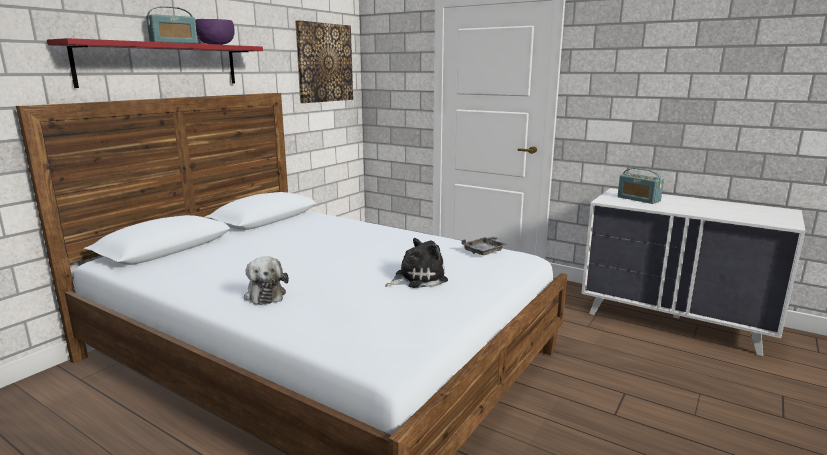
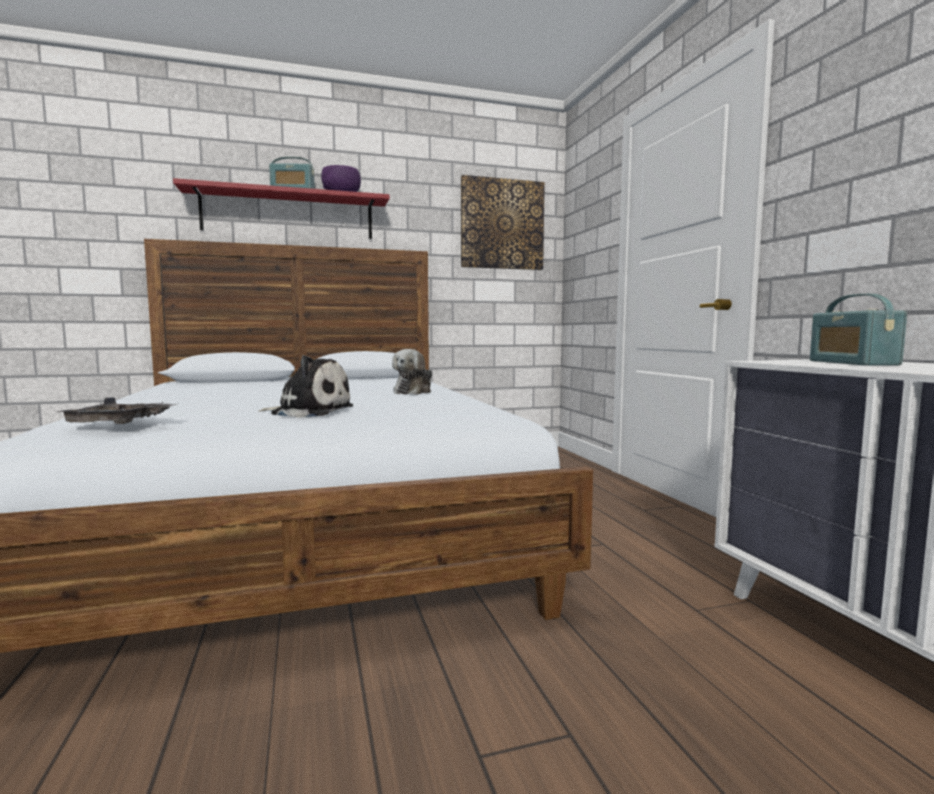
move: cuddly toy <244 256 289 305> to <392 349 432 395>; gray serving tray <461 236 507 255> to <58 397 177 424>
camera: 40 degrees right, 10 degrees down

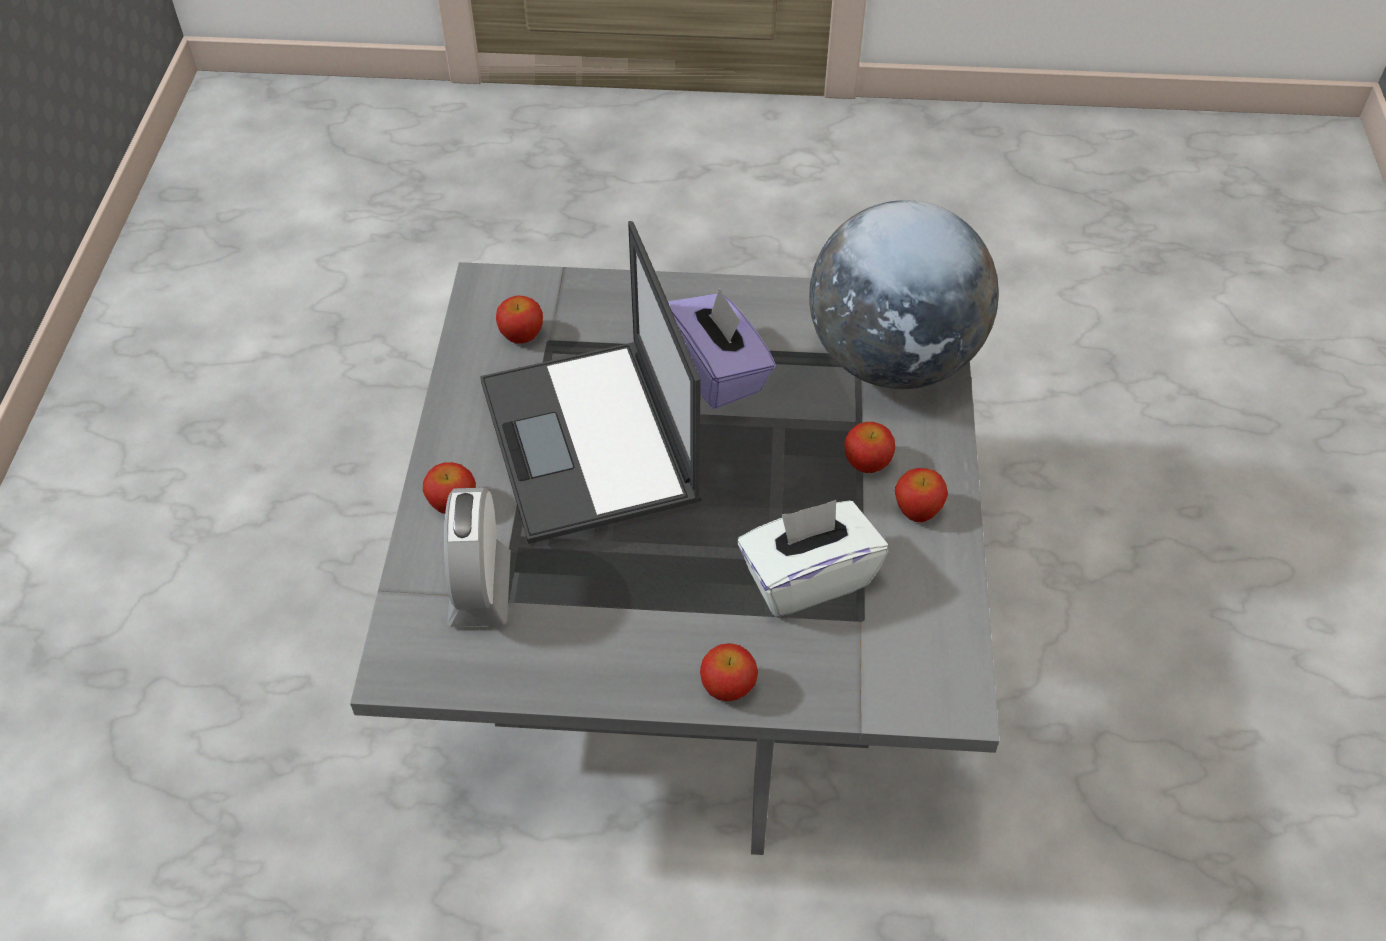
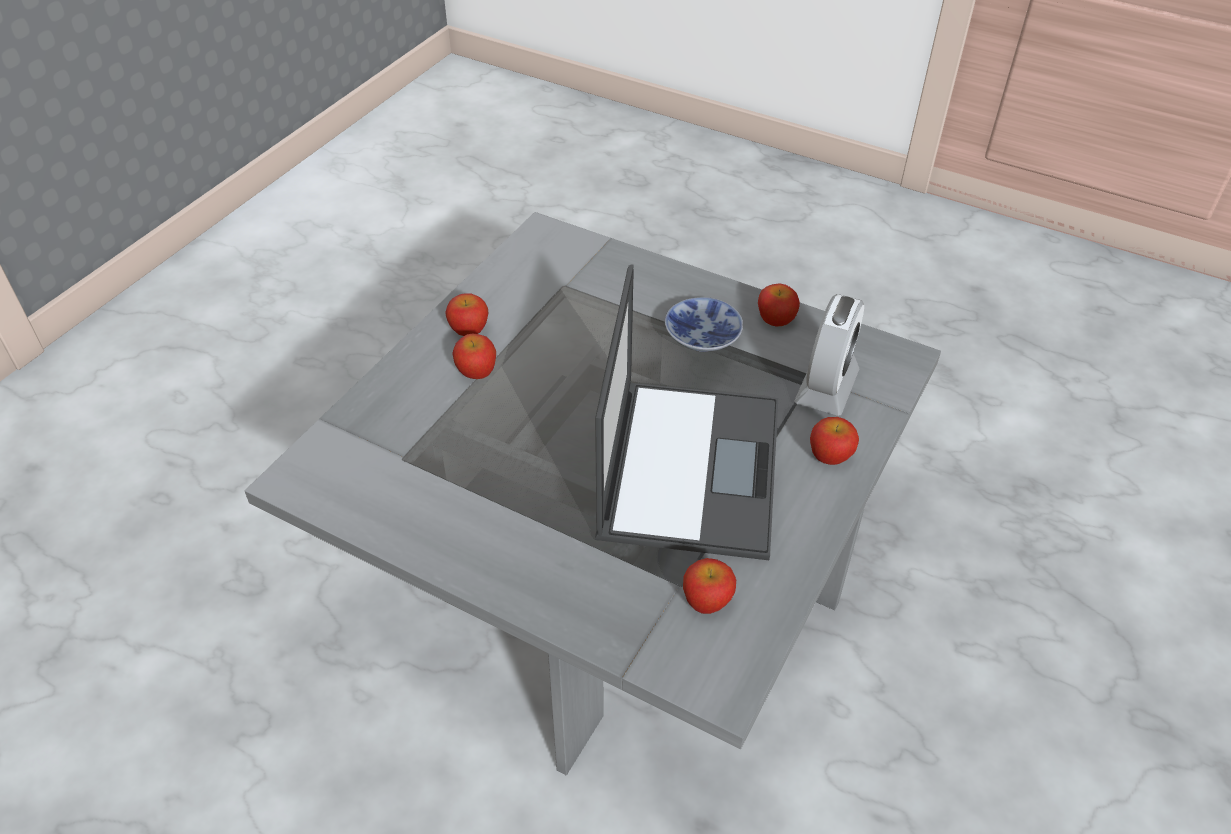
delete: purplish box of tissues <668 288 776 409>; white box of tissues <737 500 888 617>; desk globe <809 200 999 389>
insert: bowl <665 297 743 352>
move: apple fruit <700 643 758 701> to <758 283 800 327>
camera: 155 degrees left, 5 degrees down

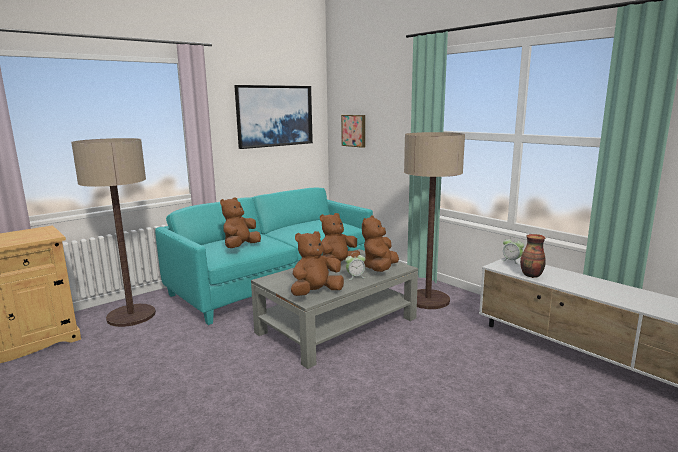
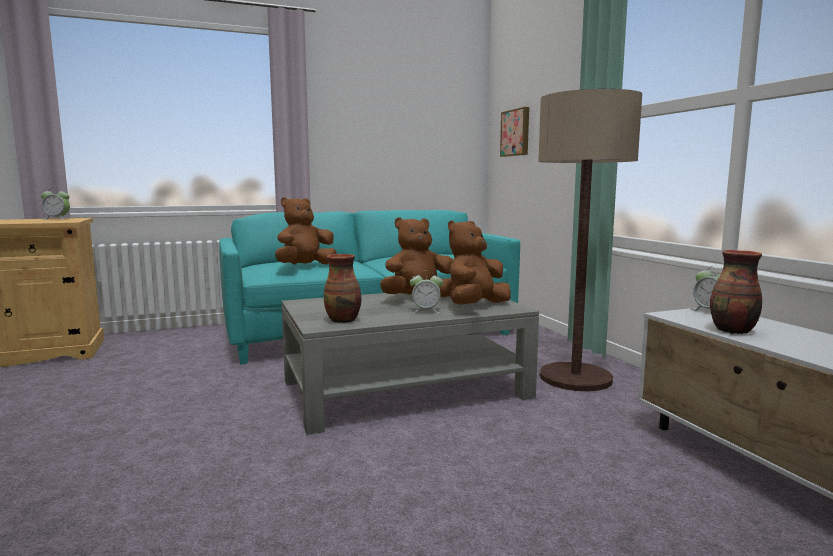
delete: floor lamp <71 138 156 327>; picture <234 85 313 149>
insert: alarm clock <41 187 70 220>
replace: brownish cuddly toy <291 231 344 296> to vase <324 254 362 323>
camera: 20 degrees right, 5 degrees down

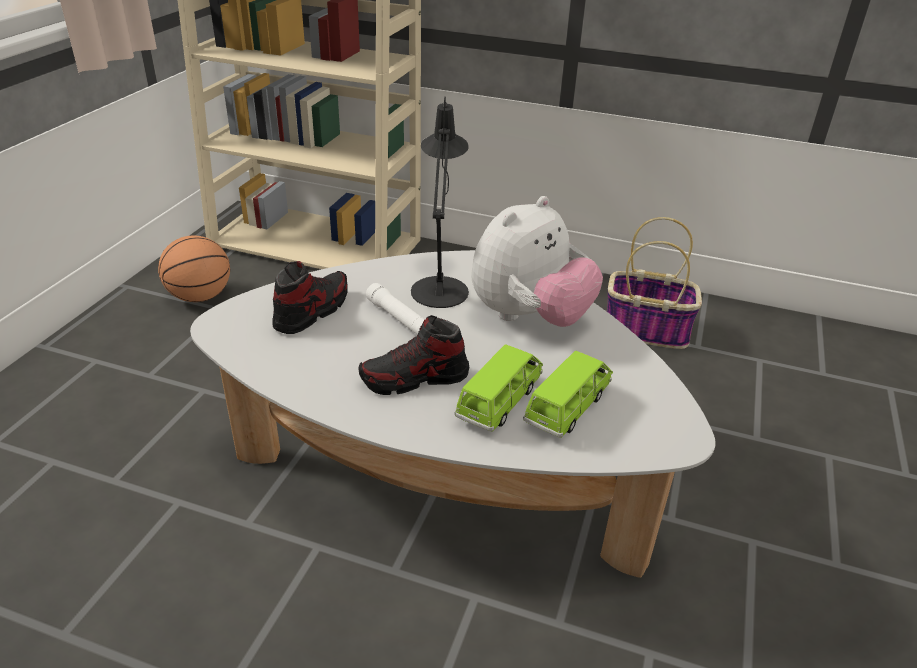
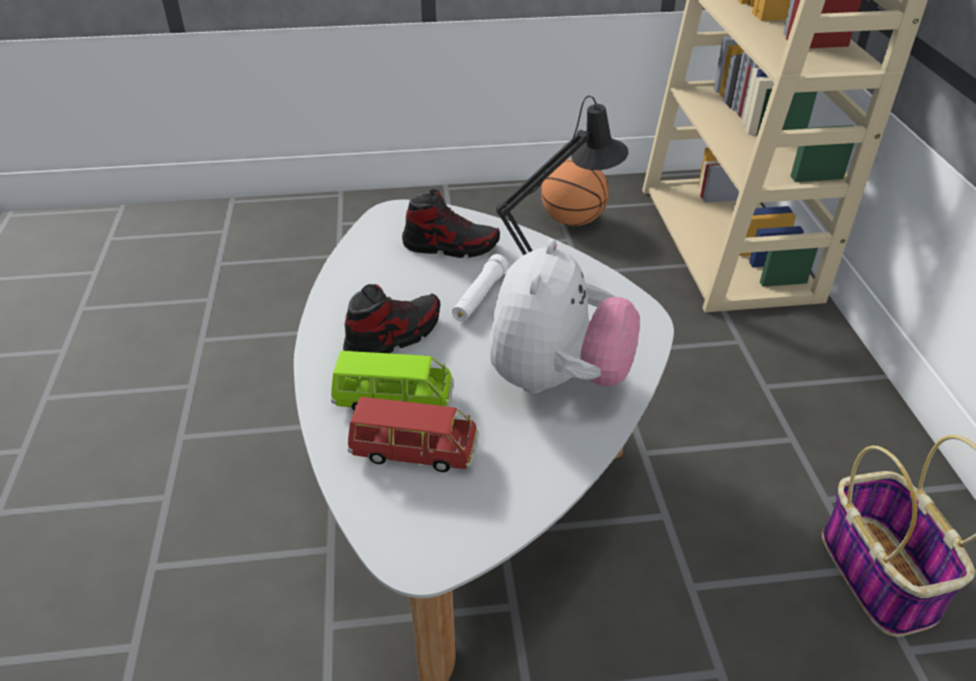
recolor: greenish model car <523 351 613 438> to red model car <347 397 479 472>
rotate: low shoe <358 315 469 395> = <343 284 440 354> 90 degrees clockwise; cuddly toy <471 196 603 327> = <489 239 640 393> 90 degrees counterclockwise
camera: 65 degrees right, 5 degrees up

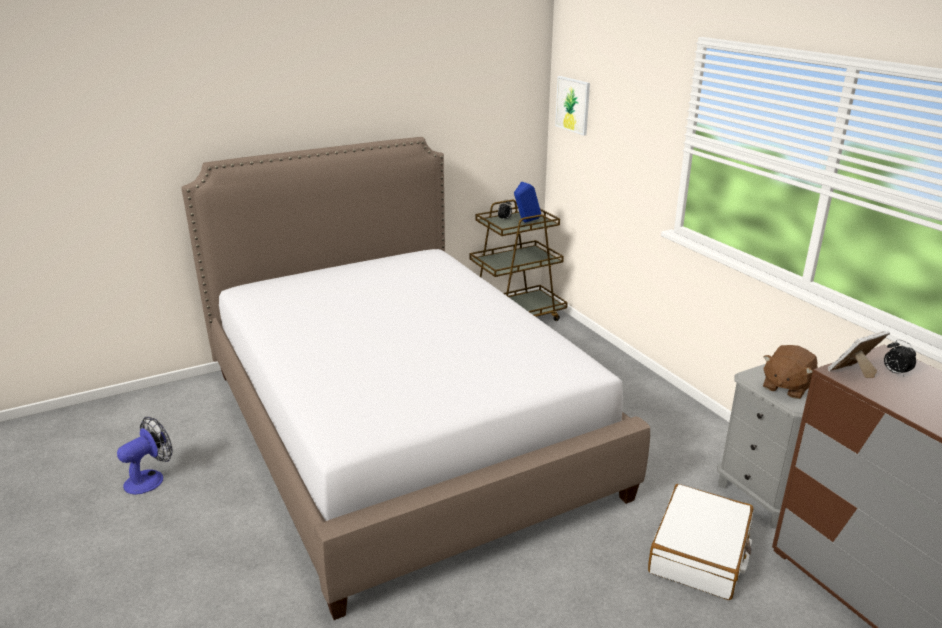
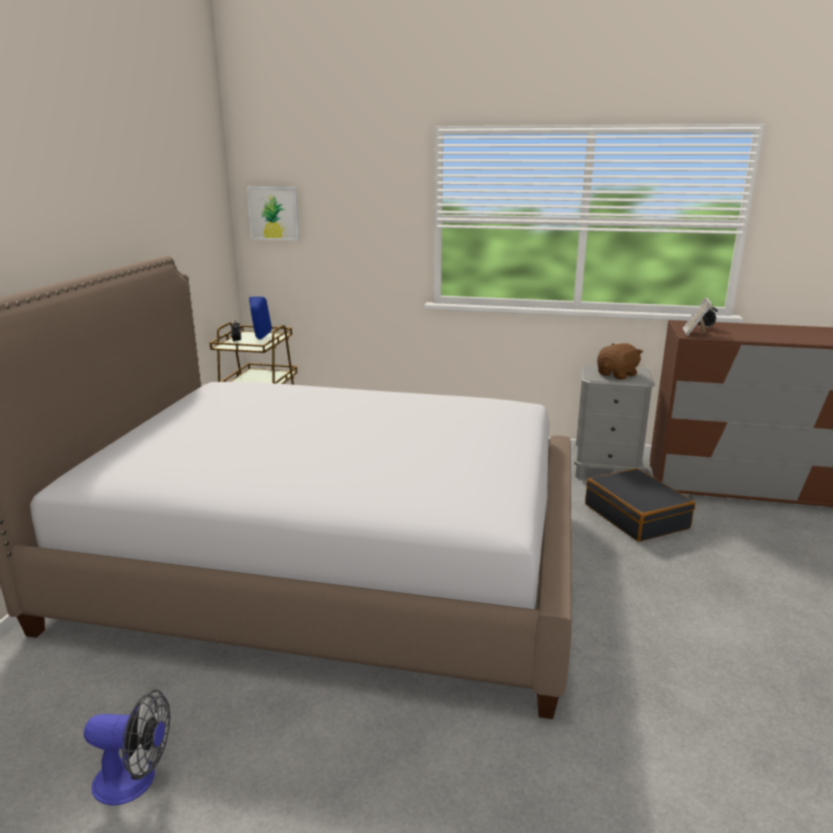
recolor: white travel case <648 484 754 600> to blackish travel case <585 468 695 542>
rotate: fan <117 417 173 495> = <84 690 170 806> 105 degrees clockwise; brownish cuddly toy <763 345 817 399> = <597 343 643 380> 120 degrees counterclockwise
camera: 50 degrees left, 5 degrees down

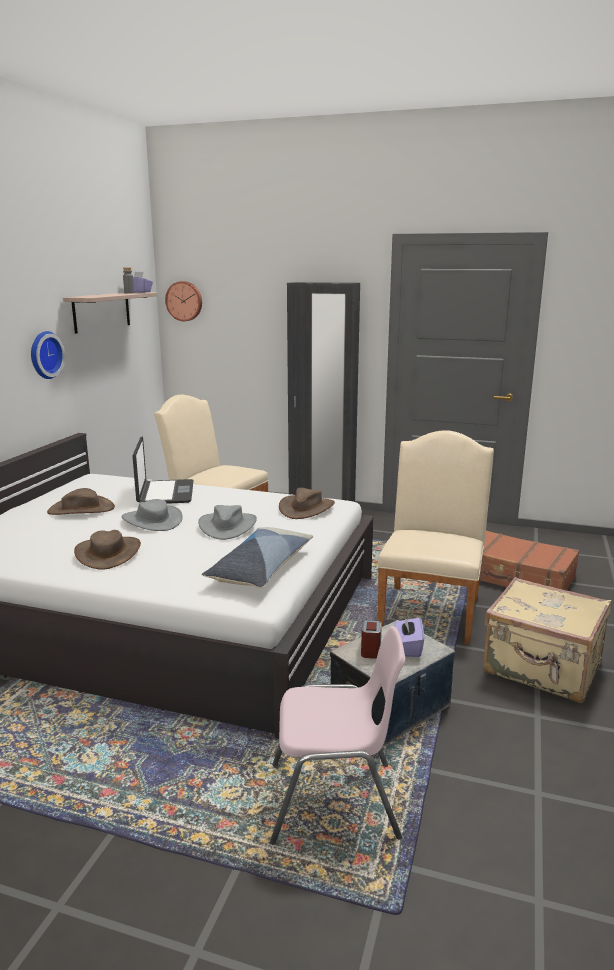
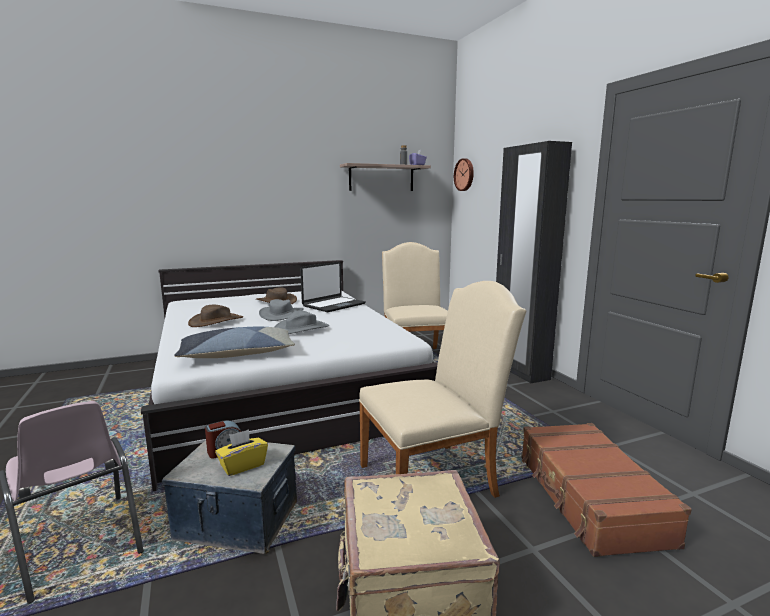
delete: hanging clock <31 331 65 379>; brownish hat <279 488 335 519>
recolor: purplish box of tissues <394 614 424 657> to yellow-coloured box of tissues <215 429 268 476>
camera: 50 degrees right, 5 degrees down

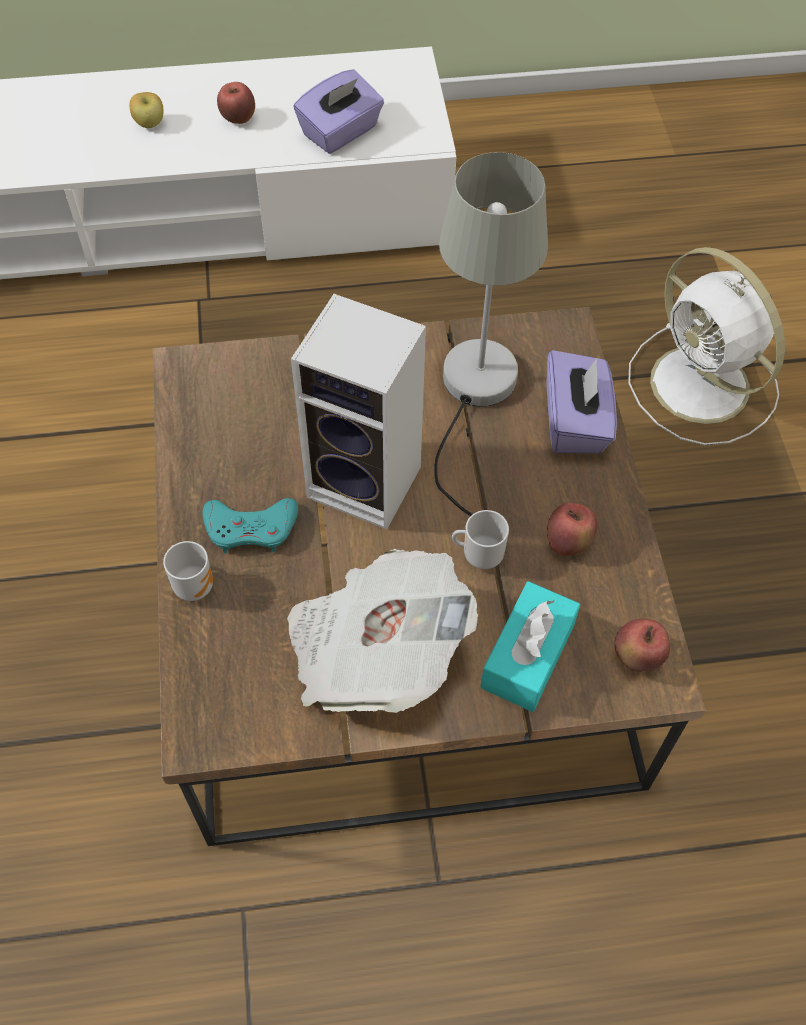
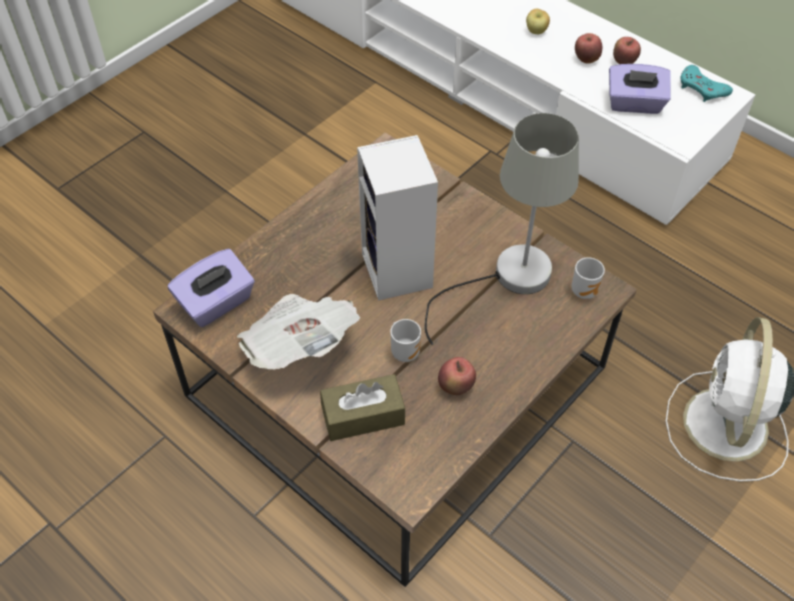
move: coffee mug <163 541 213 601> to <572 257 605 299>; turquoise-coloured gamepad <203 498 298 554> to <680 65 733 102>; purplish box of tissues <546 350 617 453> to <168 249 255 327>; apple fruit <614 618 670 672> to <613 37 641 64>
recolor: turquoise-coloured box of tissues <481 581 580 712> to brownish box of tissues <320 374 405 441>
camera: 50 degrees right, 5 degrees down

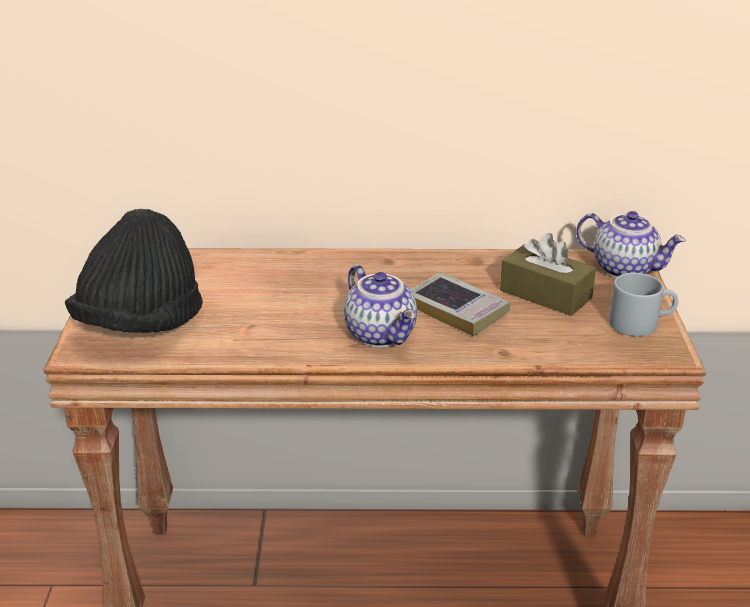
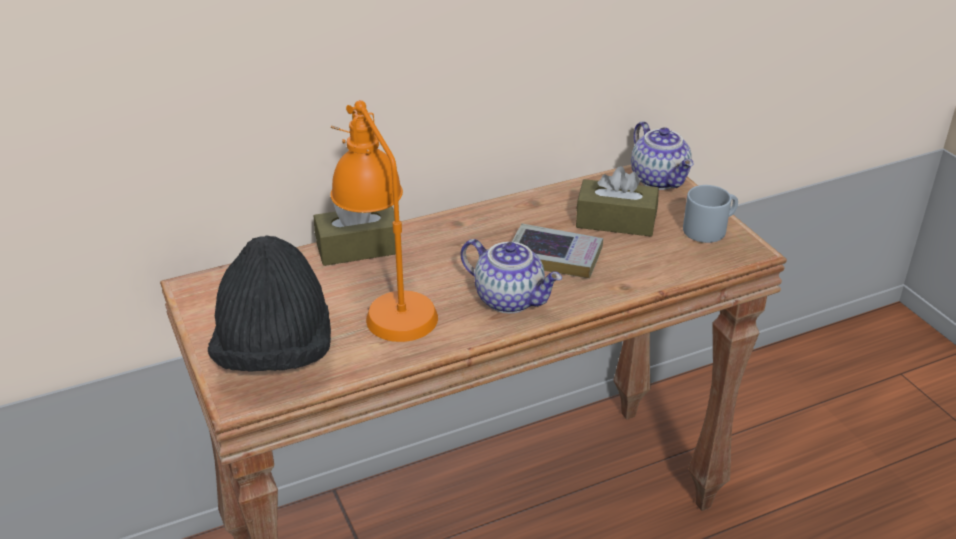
insert: brownish box of tissues <314 201 396 266>; orange tabletop lamp <331 100 438 342>
rotate: tea pot <576 211 686 278> = <631 121 693 190> 60 degrees clockwise
camera: 25 degrees left, 5 degrees up

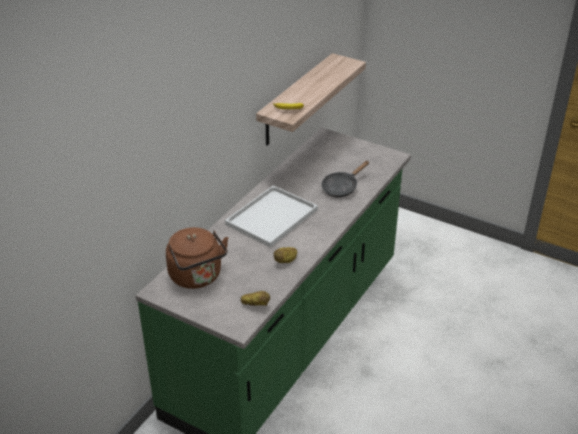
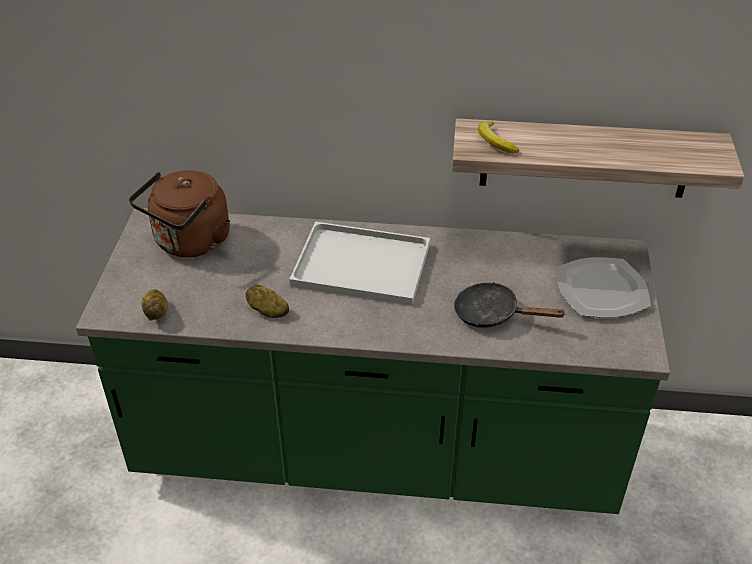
insert: flat dish <557 257 651 318>
camera: 65 degrees right, 5 degrees up

